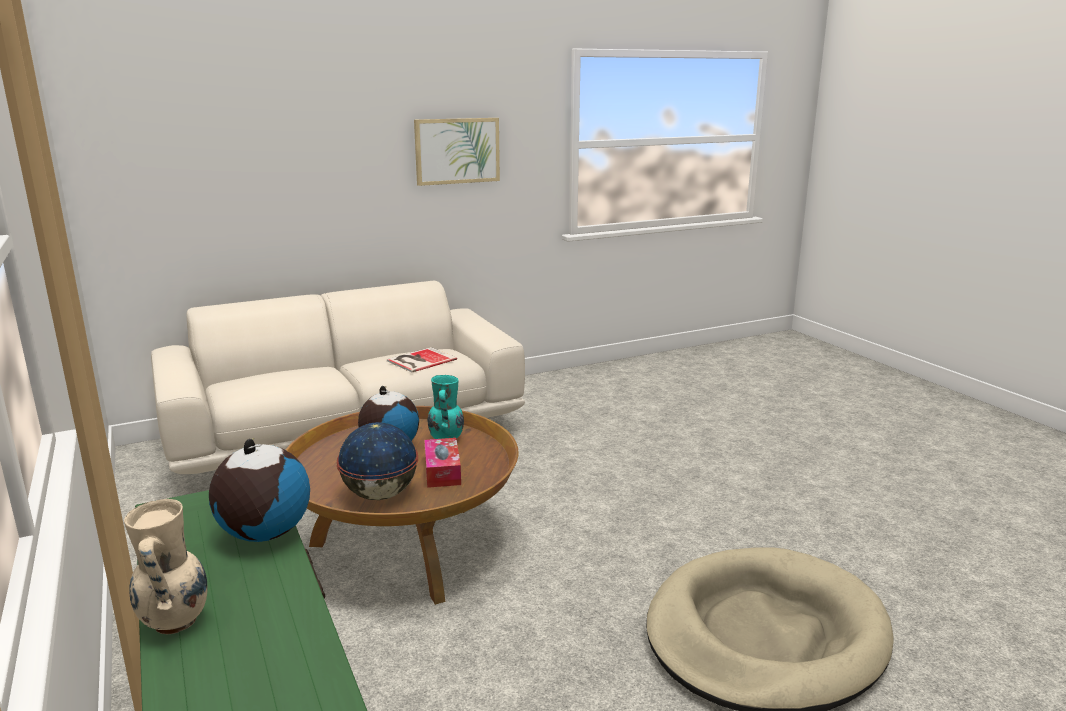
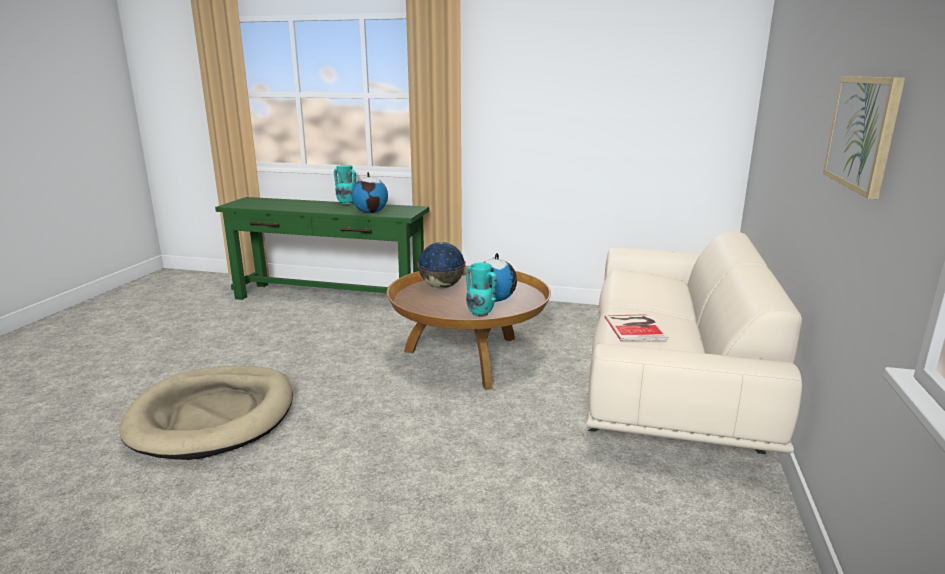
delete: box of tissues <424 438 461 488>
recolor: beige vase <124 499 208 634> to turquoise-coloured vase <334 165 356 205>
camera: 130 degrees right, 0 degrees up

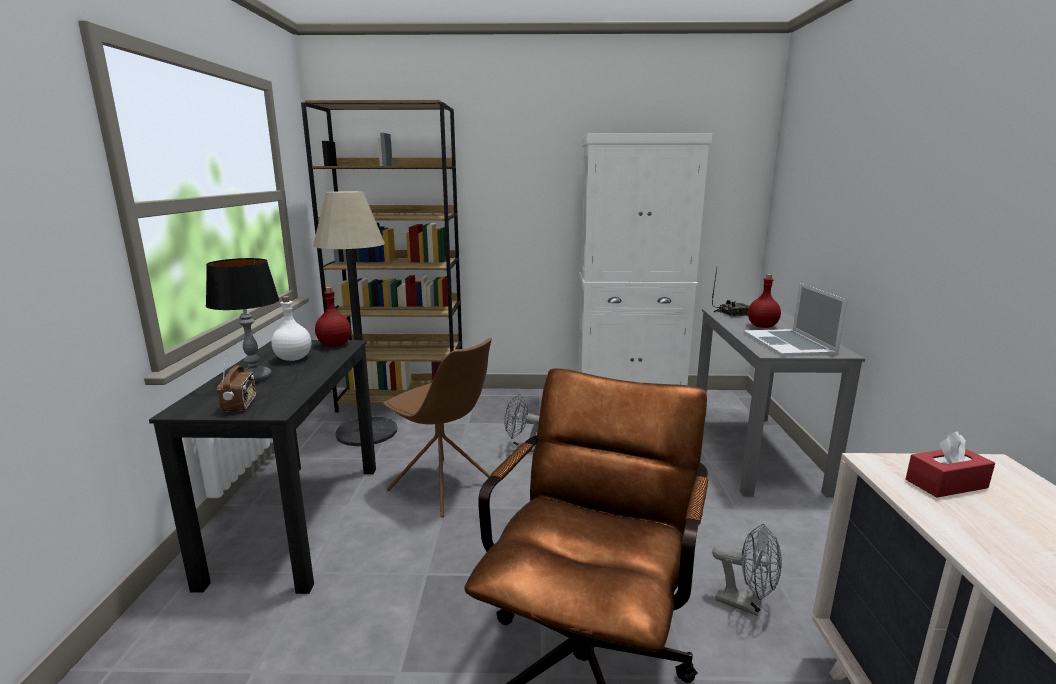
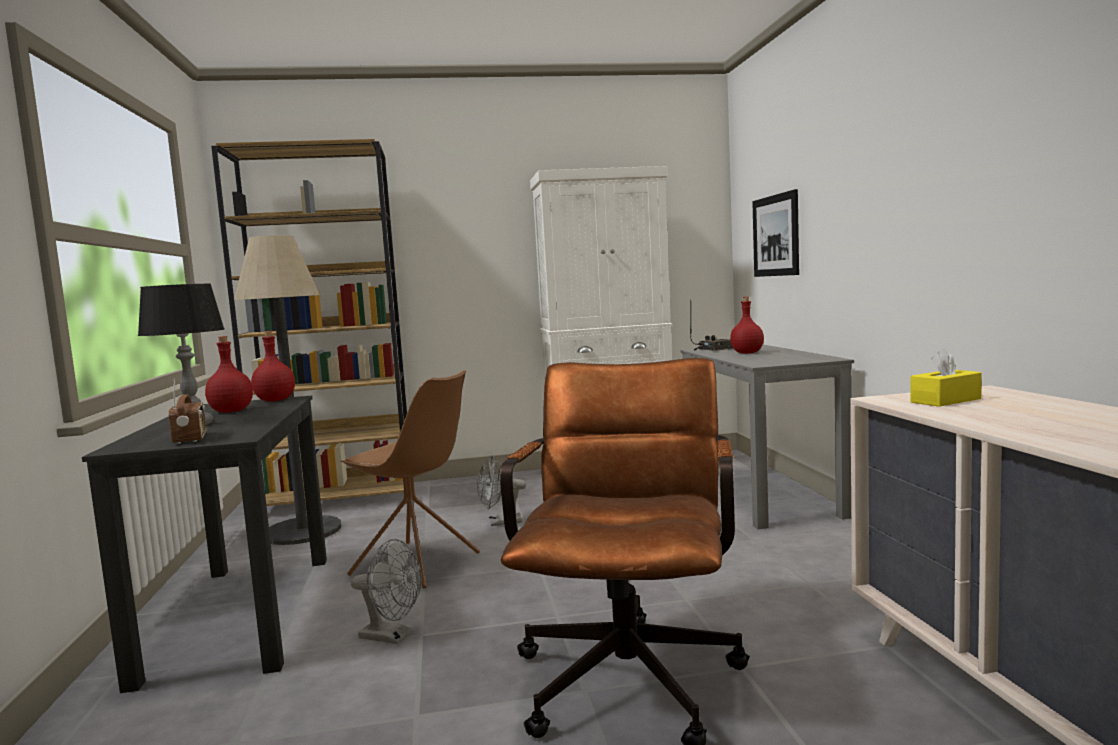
delete: laptop <744 283 848 357>
insert: picture <752 189 799 277>
move: gray fan <712 524 782 616> to <351 539 422 644>
recolor: white drink bottle <272 296 311 361> to red drink bottle <205 336 253 413>; red box of tissues <906 431 995 498> to yellow-coloured box of tissues <910 348 982 407>
camera: 10 degrees left, 10 degrees down

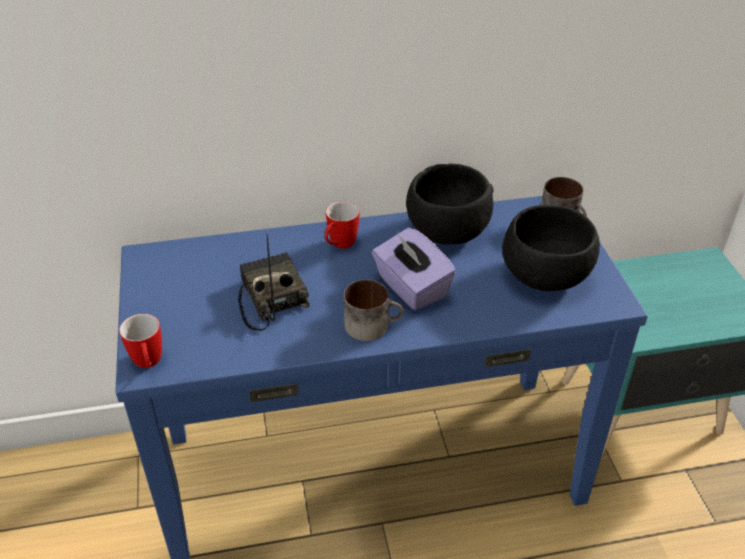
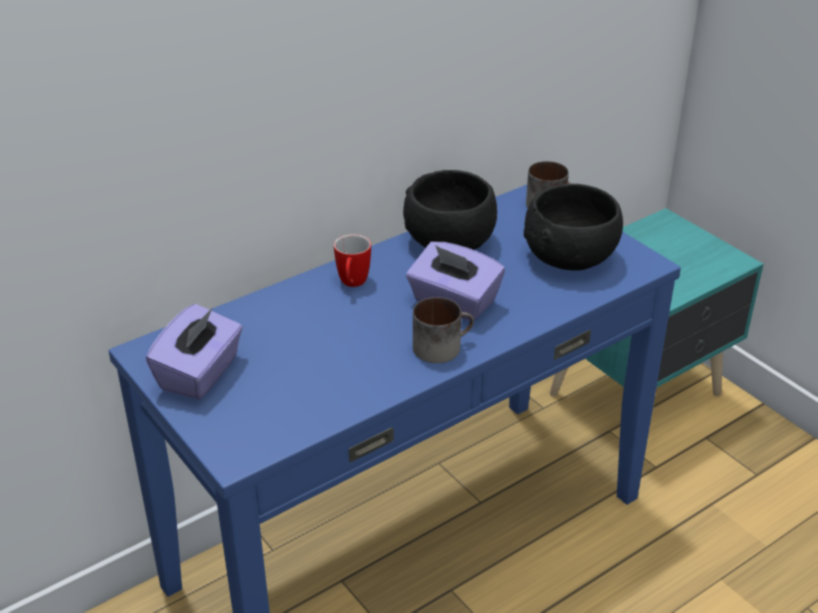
delete: coffee mug <119 314 162 368>; radio set <238 234 309 331>
insert: purplish box of tissues <146 304 243 400>
camera: 25 degrees left, 5 degrees down

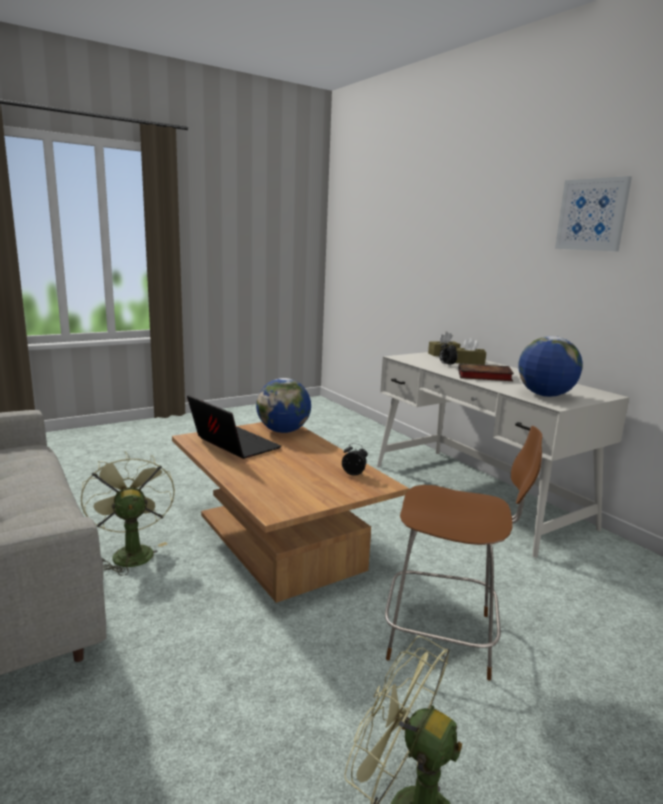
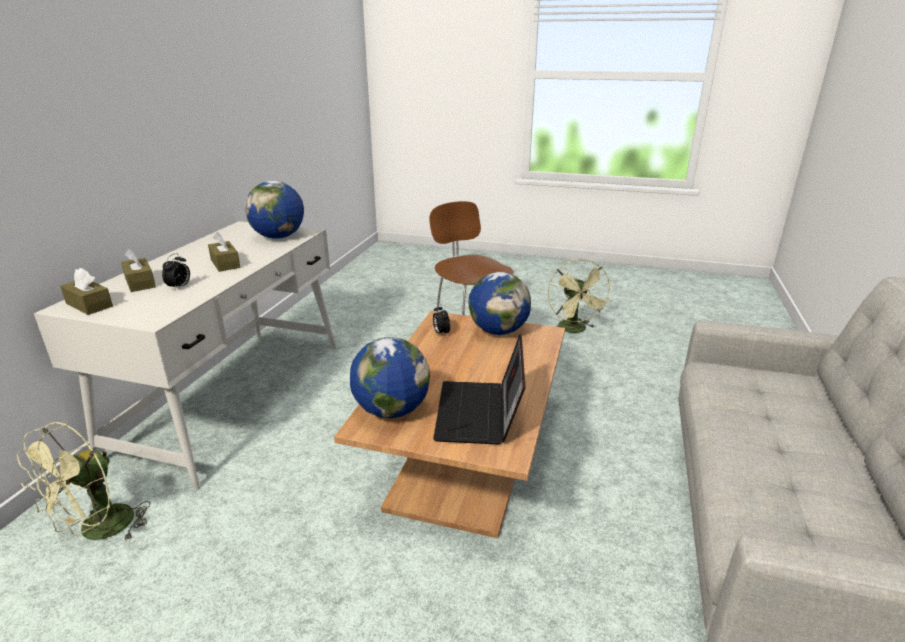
delete: picture <555 176 632 252>
insert: desk globe <468 272 531 335>
move: greenish fan <81 452 175 576> to <17 422 150 542>
replace: book <458 363 514 381> to brownish box of tissues <208 232 240 272>
camera: 130 degrees left, 10 degrees up

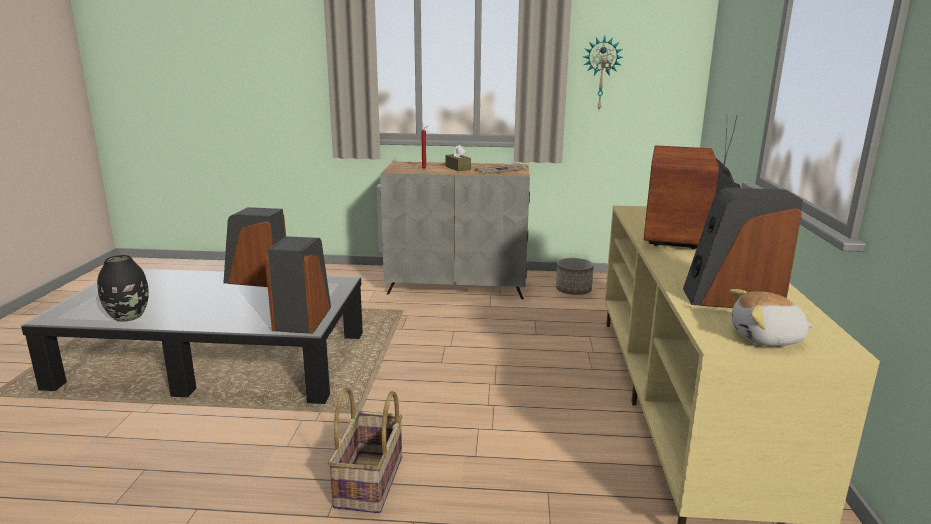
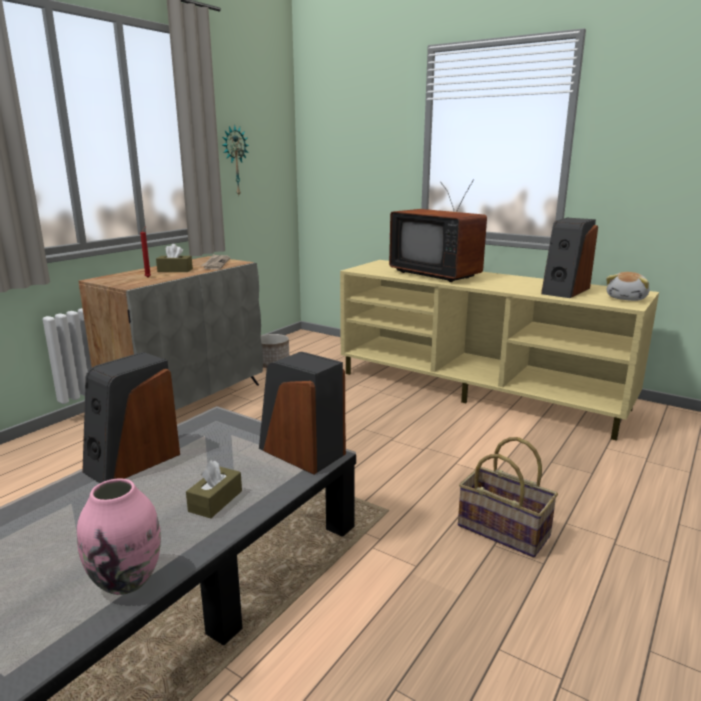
insert: brownish box of tissues <186 460 242 518>
recolor: blackish vase <97 255 149 322> to pink-coloured vase <77 479 161 595>
camera: 60 degrees left, 0 degrees up

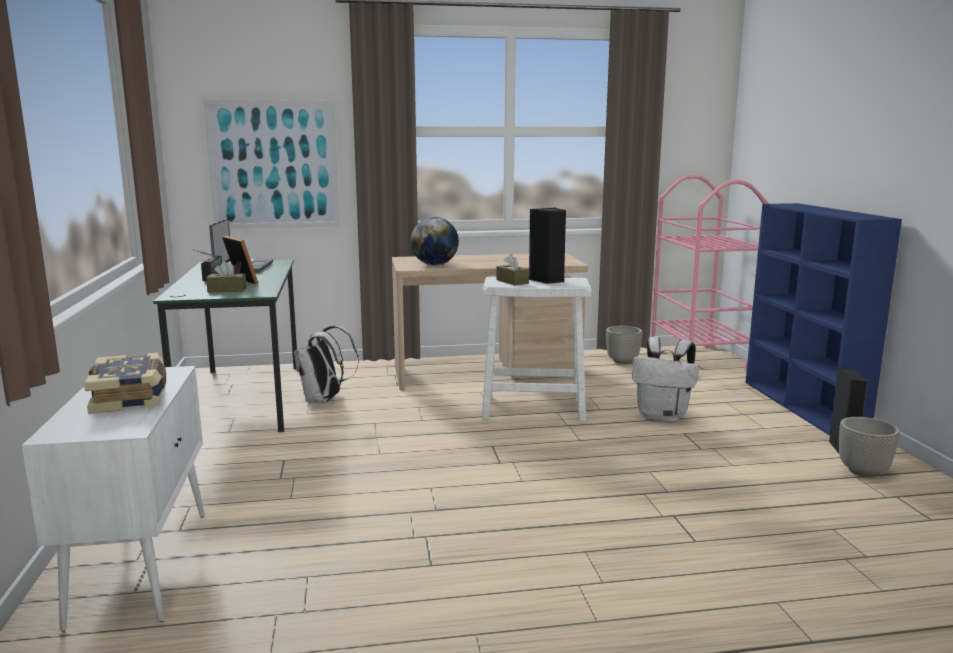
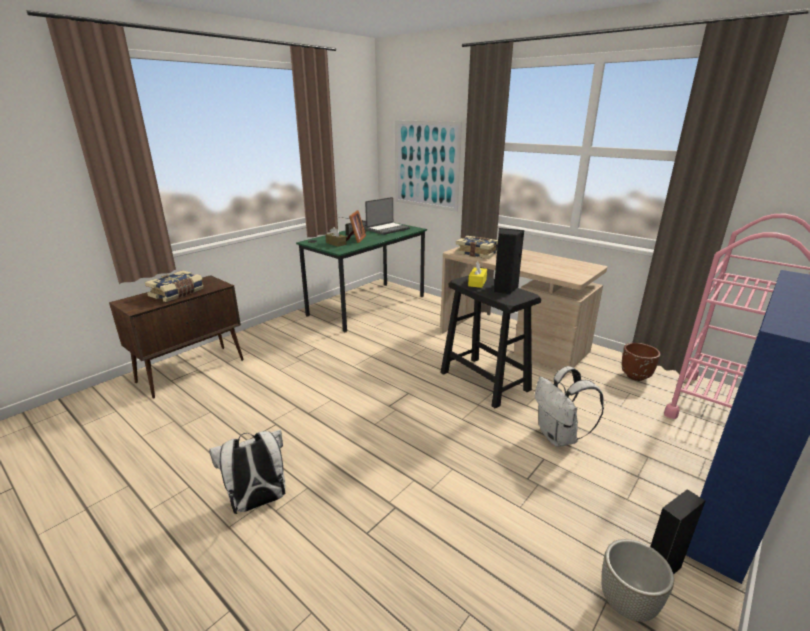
move: white backpack <294 326 359 403> to <209 429 285 514>
replace: desk globe <411 217 459 265> to book <455 236 498 259>
recolor: white cabinet <22 366 205 632> to brownish cabinet <109 275 244 398>; white stool <482 277 591 422> to blackish stool <440 276 541 409>; brownish box of tissues <497 254 529 285> to yellow-coloured box of tissues <468 261 487 288>; gray flower pot <606 326 642 364> to brownish flower pot <622 343 660 381>
camera: 50 degrees right, 10 degrees up

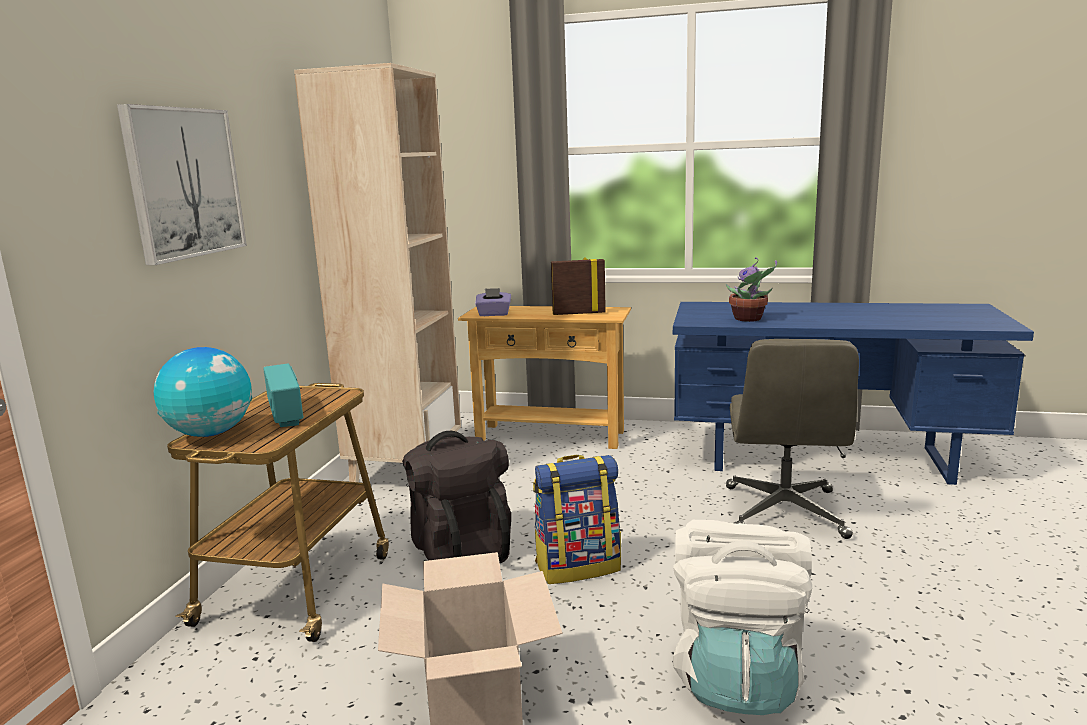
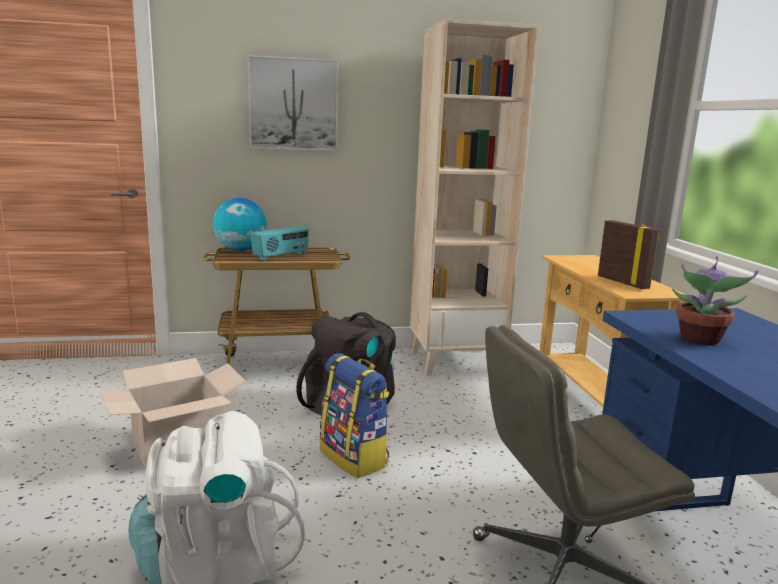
delete: purplish box of tissues <475 288 511 316>
camera: 65 degrees right, 0 degrees up

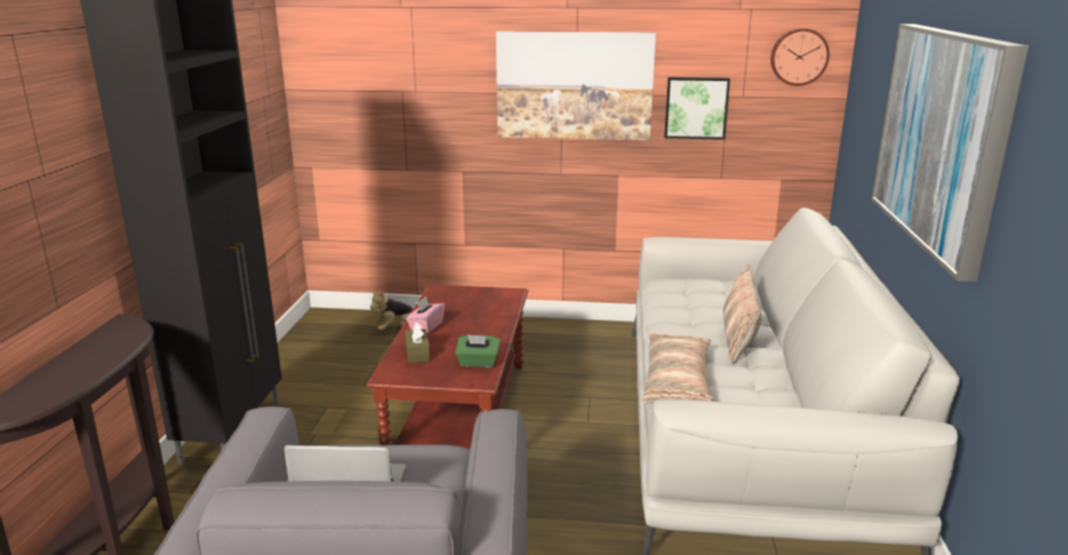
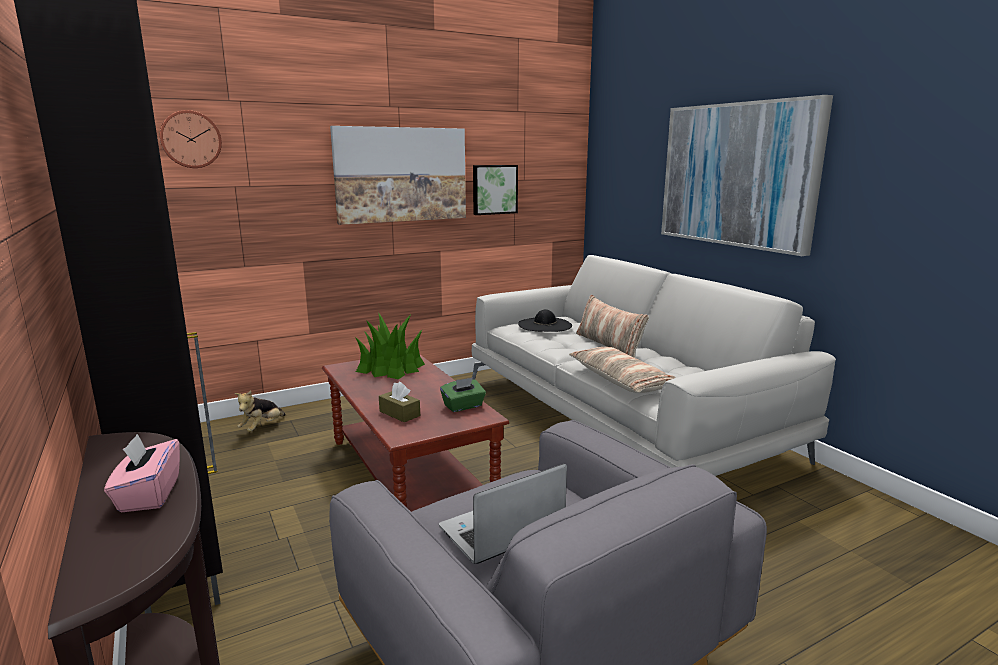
insert: plant in a pot <355 313 425 379>; blackish hat <518 310 572 332>
move: pink-coloured box of tissues <406 297 445 334> to <104 434 180 512>; hanging clock <771 28 830 86> to <160 110 222 168>
camera: 35 degrees left, 5 degrees down

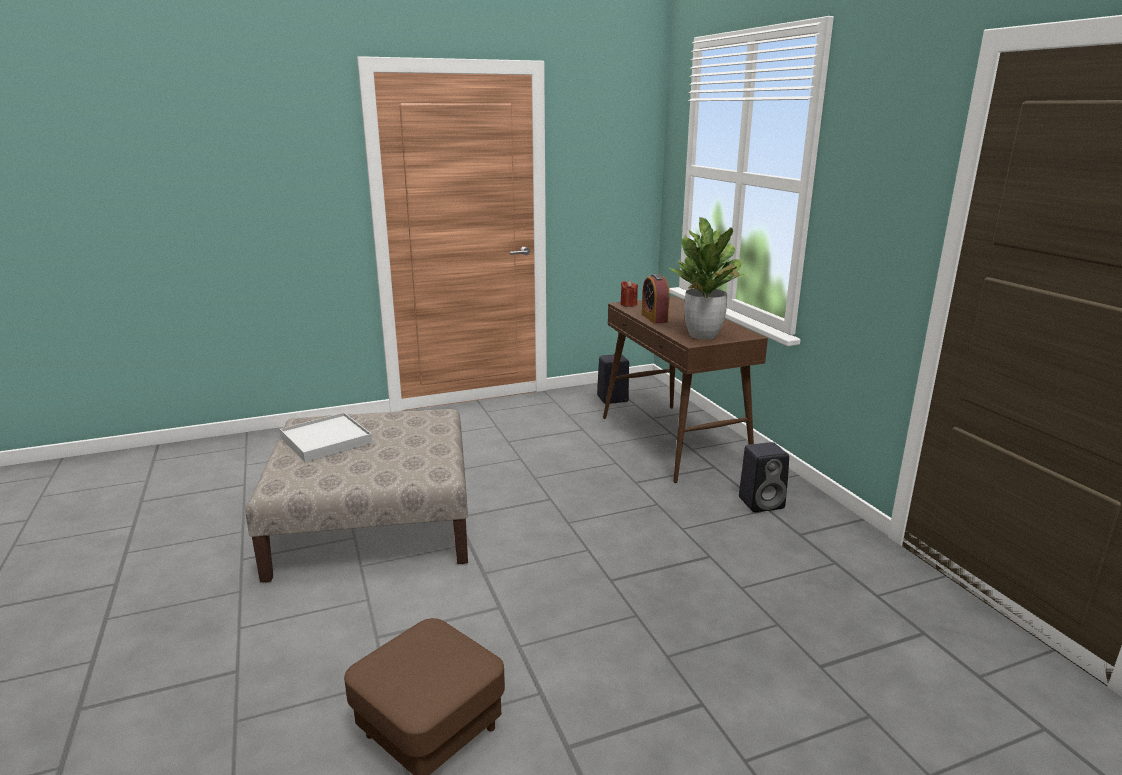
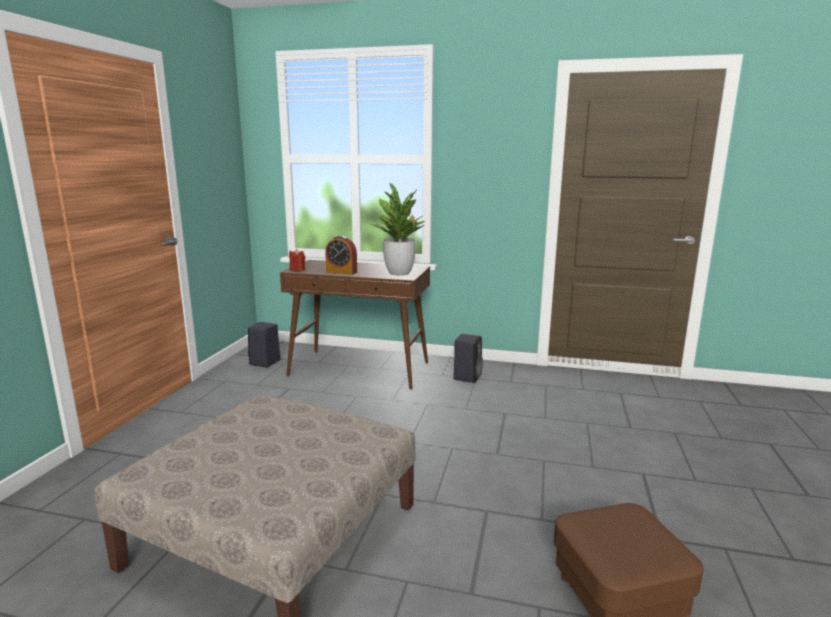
delete: white serving tray <280 413 372 462>
camera: 55 degrees left, 5 degrees down

